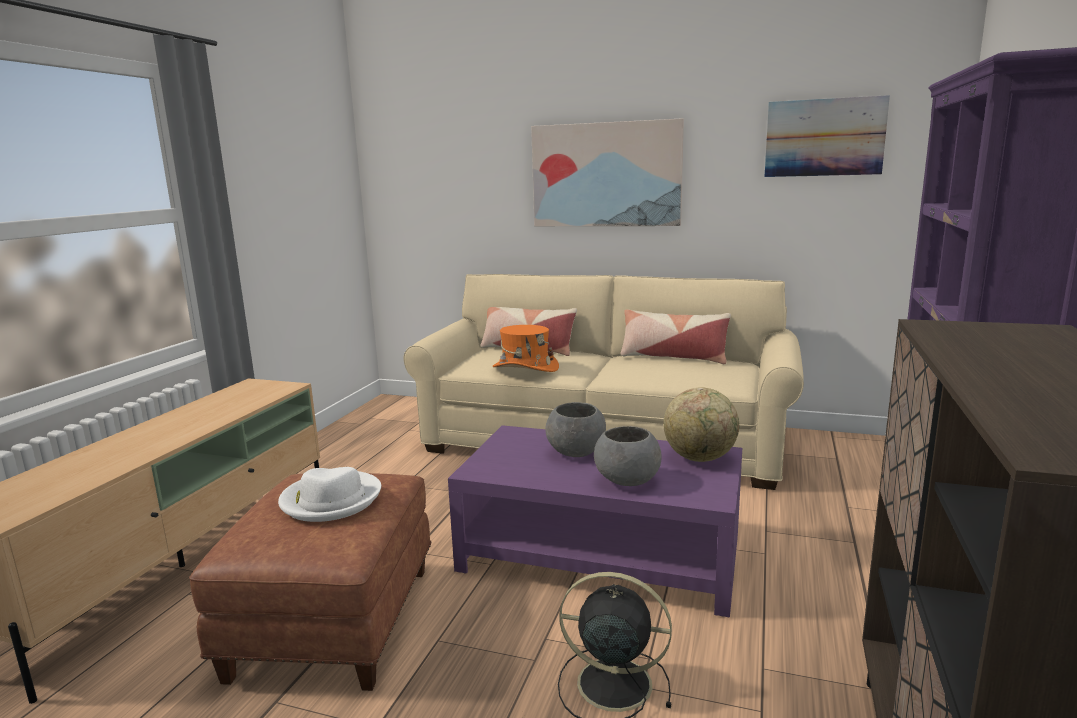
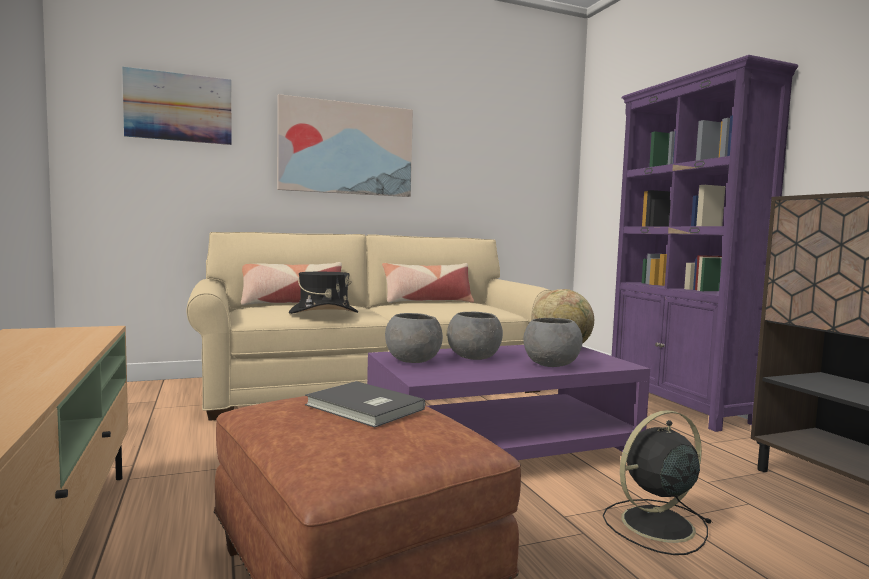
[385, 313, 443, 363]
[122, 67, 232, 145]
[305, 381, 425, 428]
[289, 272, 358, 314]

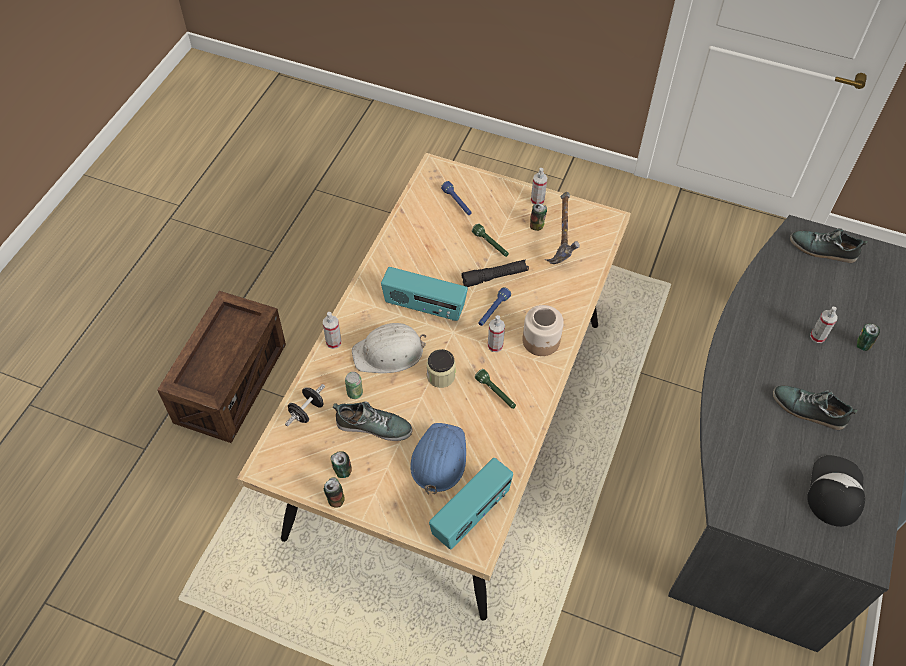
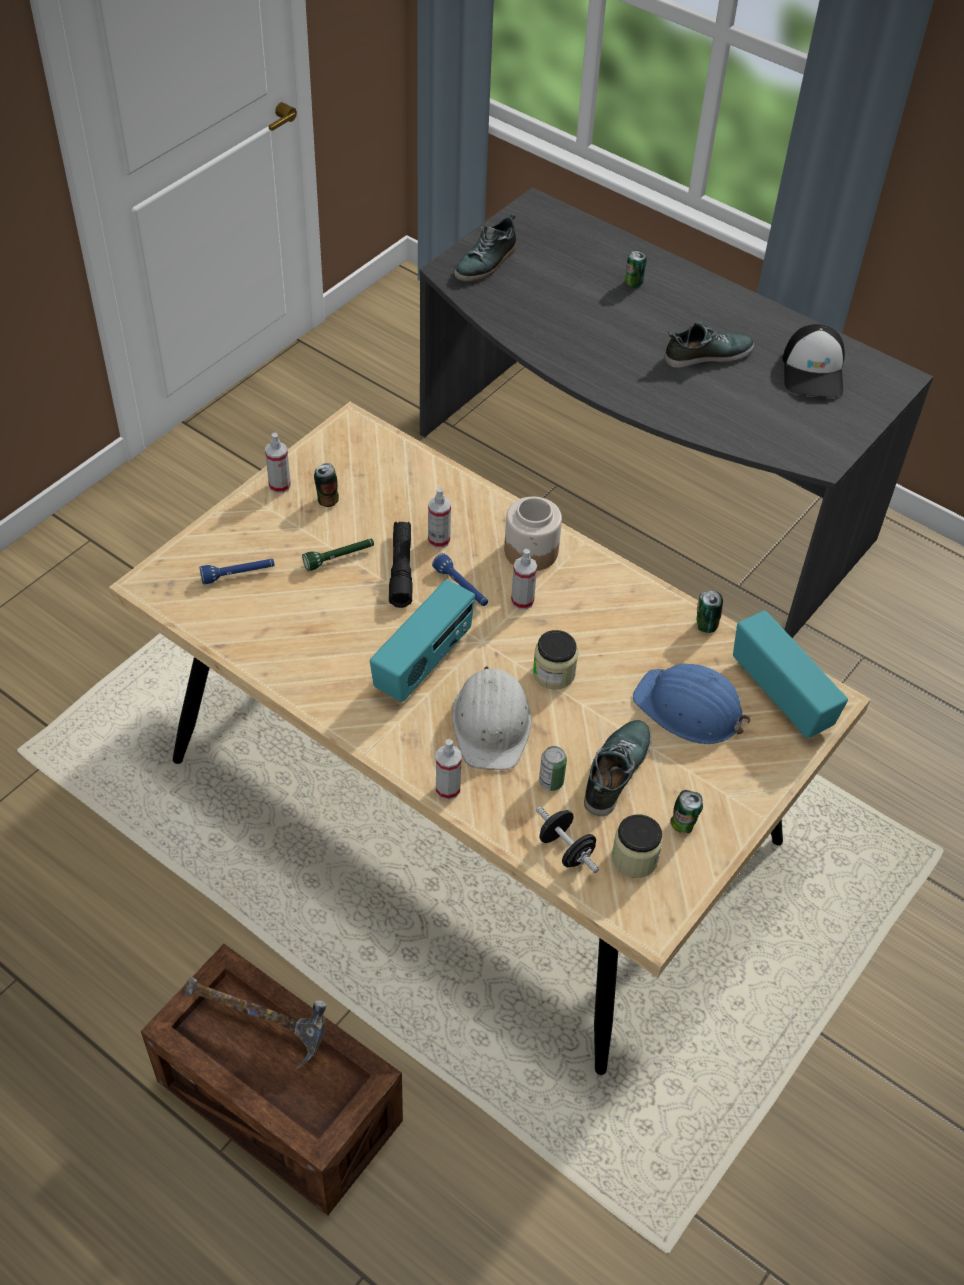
[475, 369, 516, 409] (first image)
[611, 814, 663, 878]
[697, 590, 723, 633]
[184, 977, 326, 1069]
[428, 488, 451, 548]
[665, 322, 754, 368]
[783, 324, 845, 398]

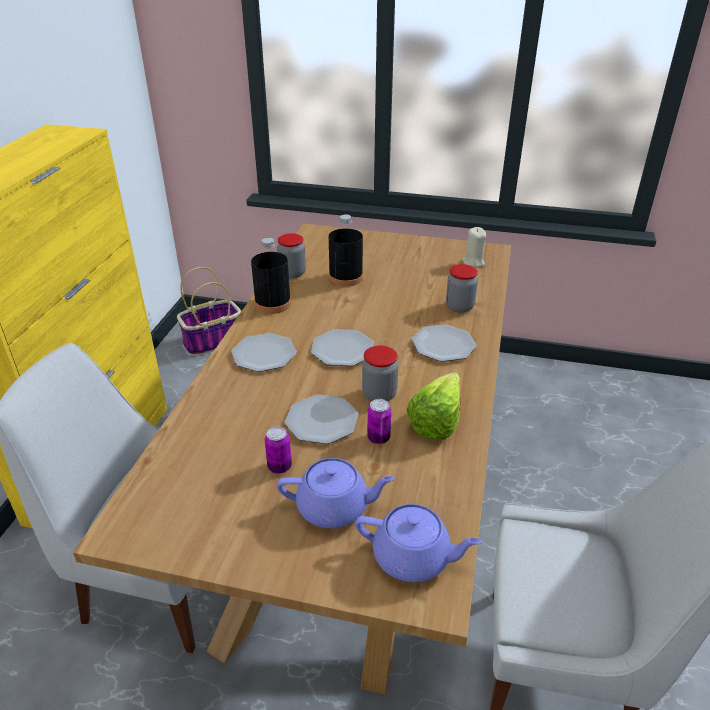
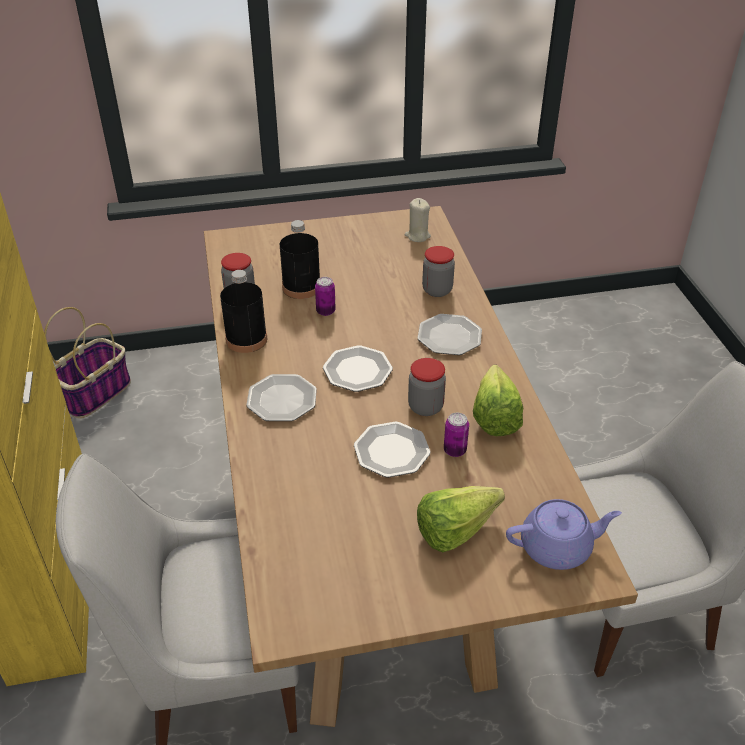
[315, 277, 336, 316]
[417, 486, 505, 553]

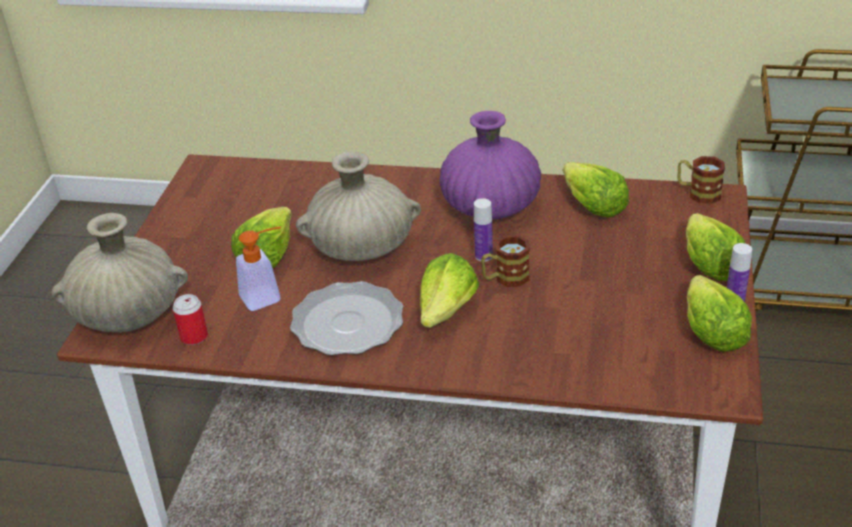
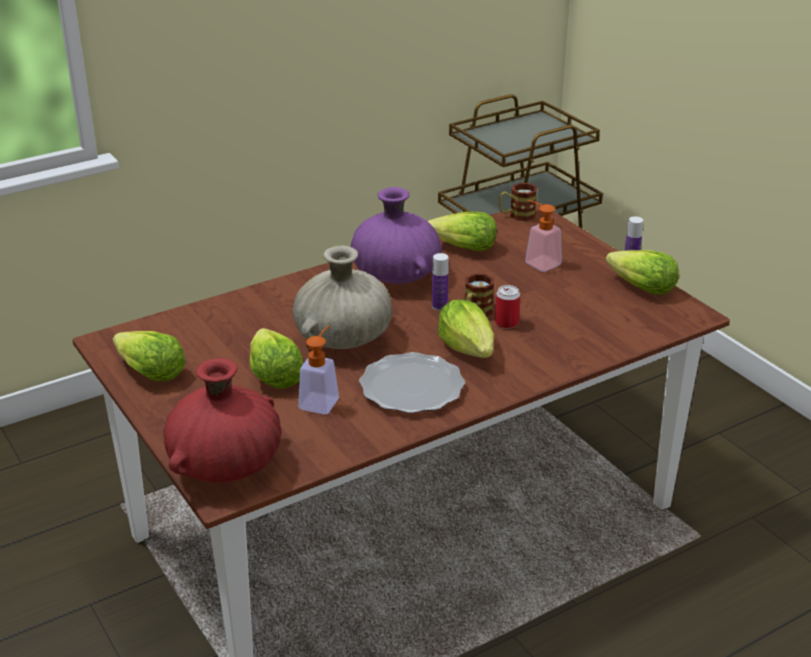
[525, 200, 562, 272]
[495, 285, 520, 329]
[113, 331, 186, 381]
[163, 358, 282, 483]

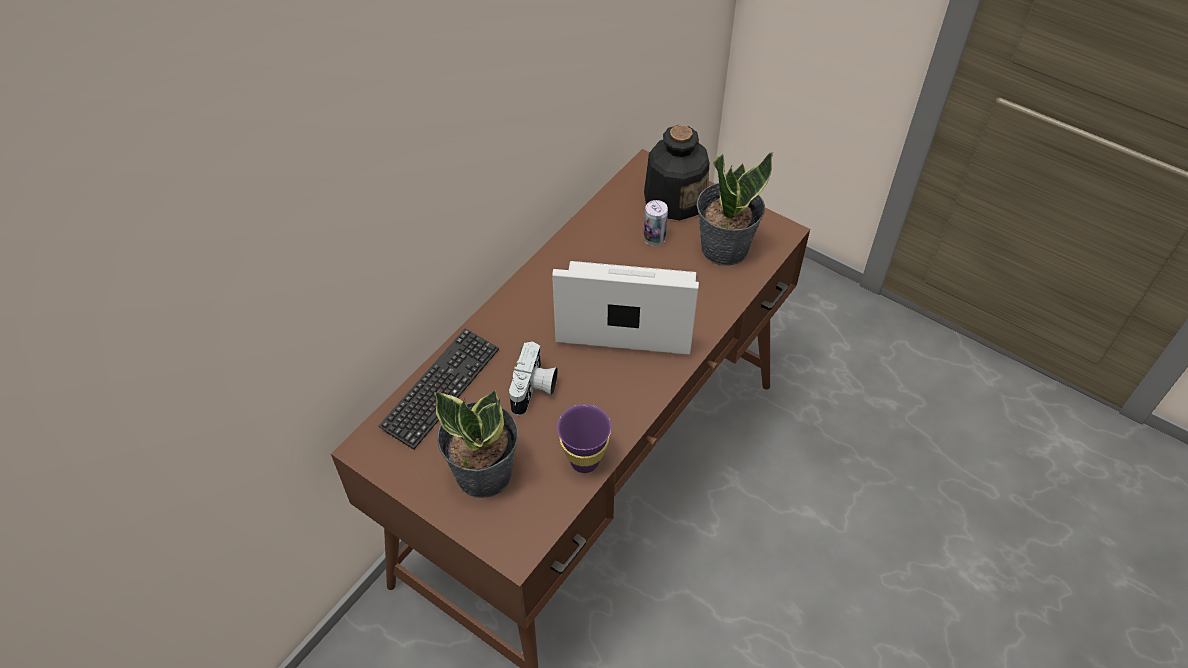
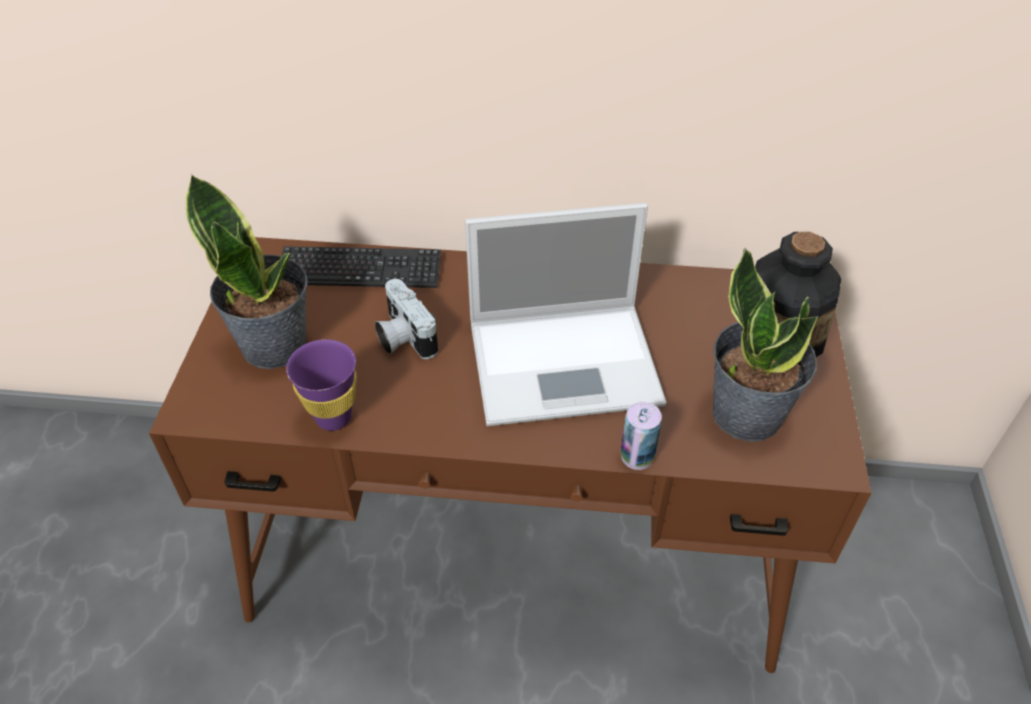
[621, 402, 662, 470]
[375, 279, 438, 359]
[465, 203, 667, 426]

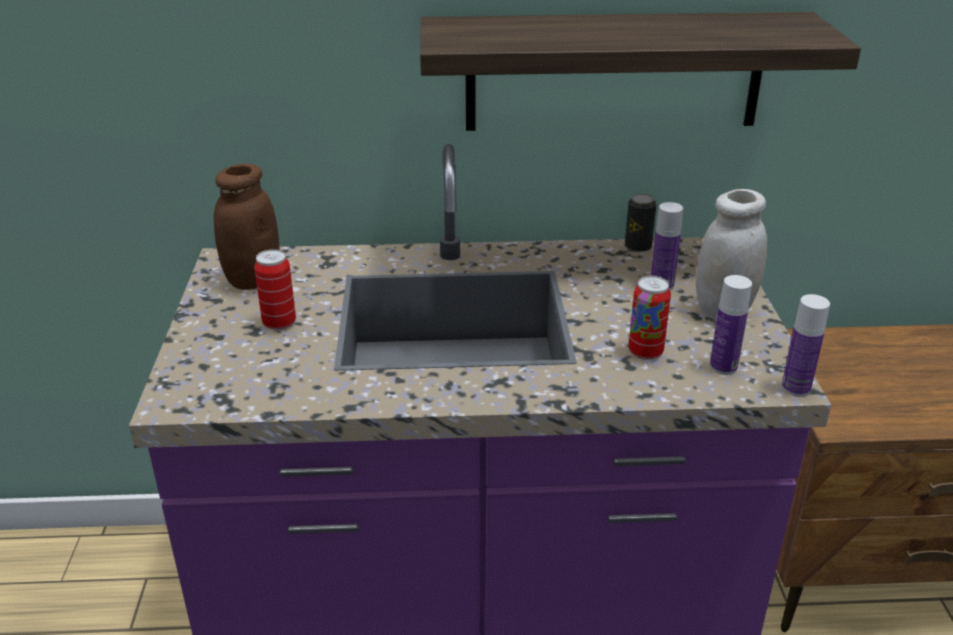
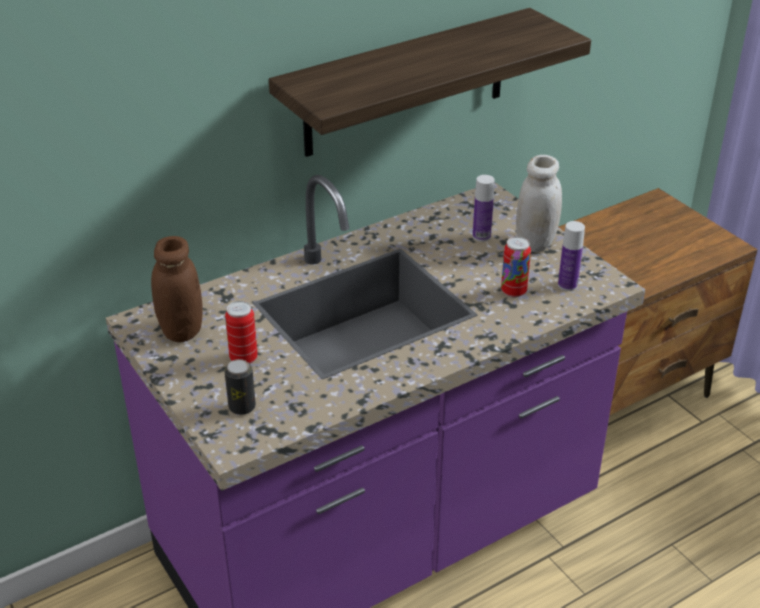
[782, 294, 830, 397] (first image)
[225, 359, 256, 415]

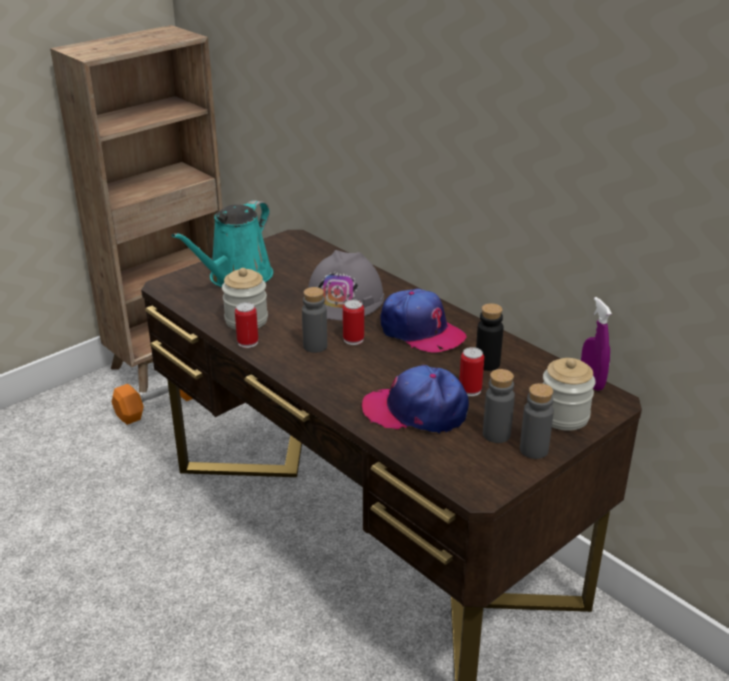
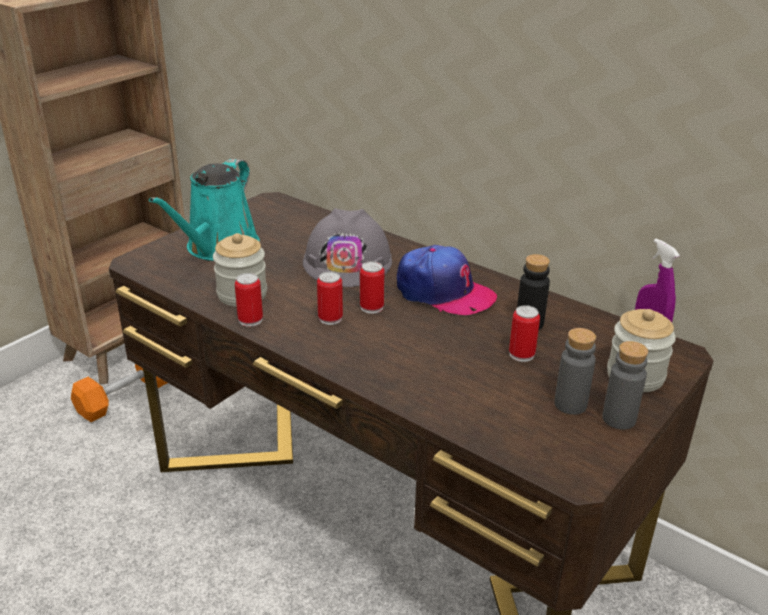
[362, 365, 469, 434] (first image)
[317, 271, 343, 325]

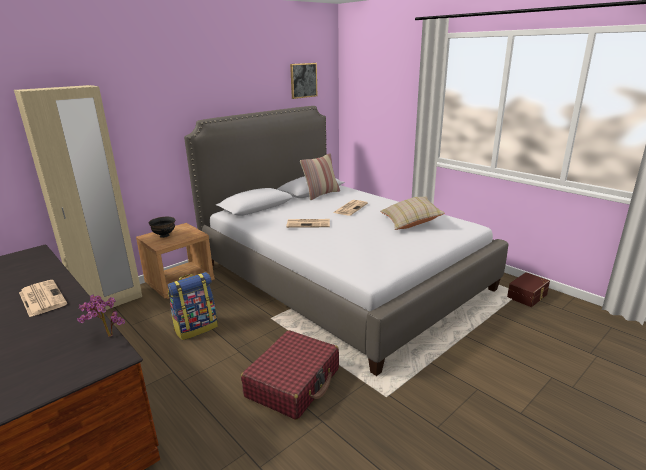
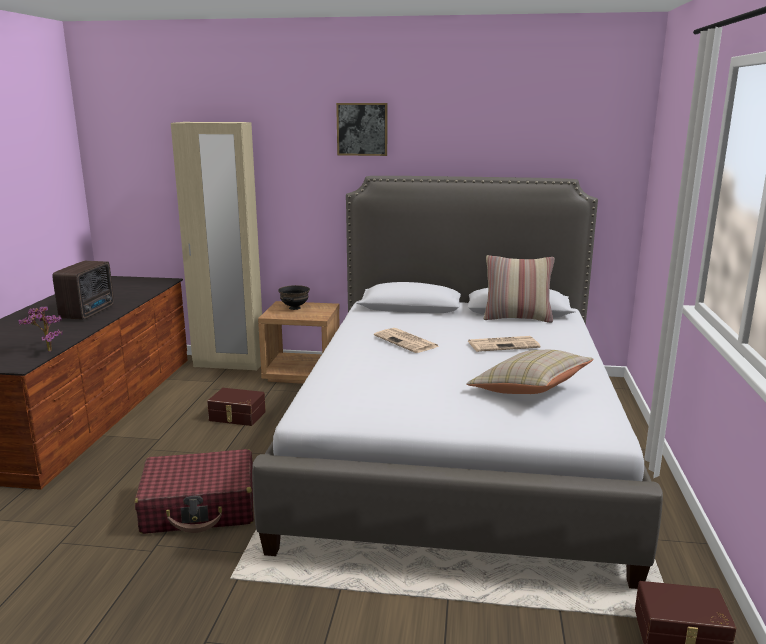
[336, 103, 387, 156]
[52, 261, 114, 320]
[207, 388, 266, 426]

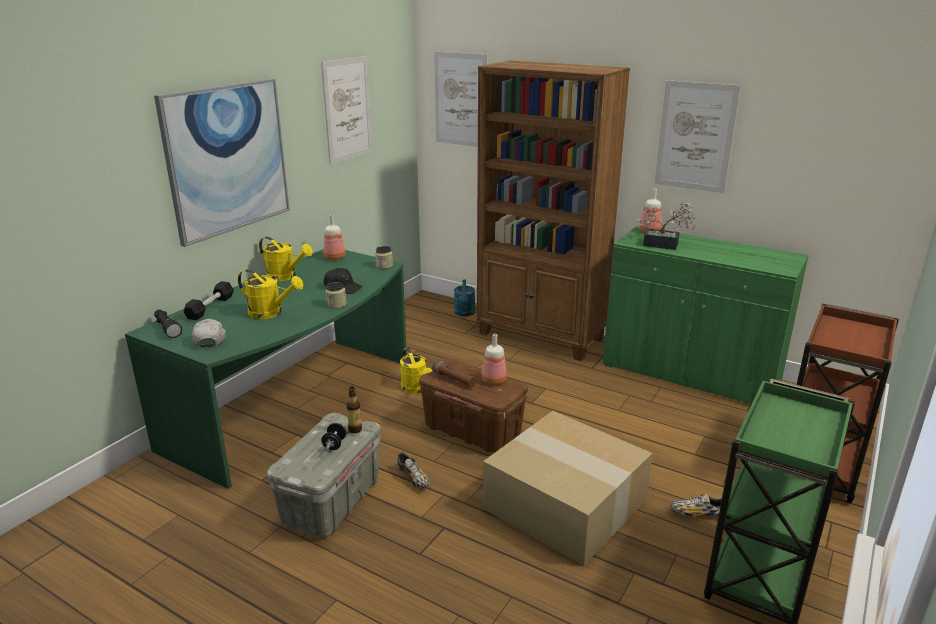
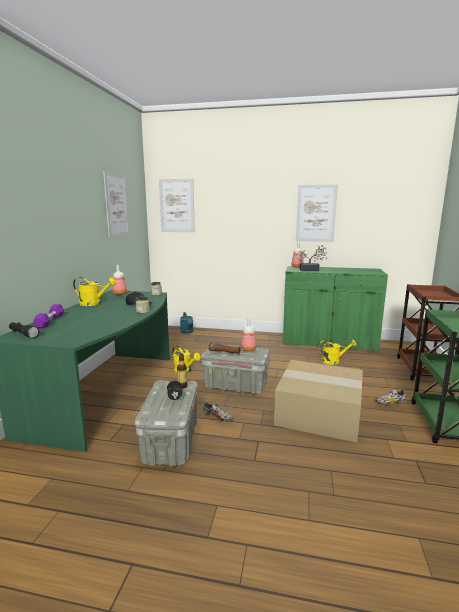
[154, 79, 290, 247] (first image)
[192, 319, 226, 348] (first image)
[477, 61, 630, 361] (first image)
[318, 340, 357, 365]
[33, 304, 64, 328]
[201, 345, 270, 395]

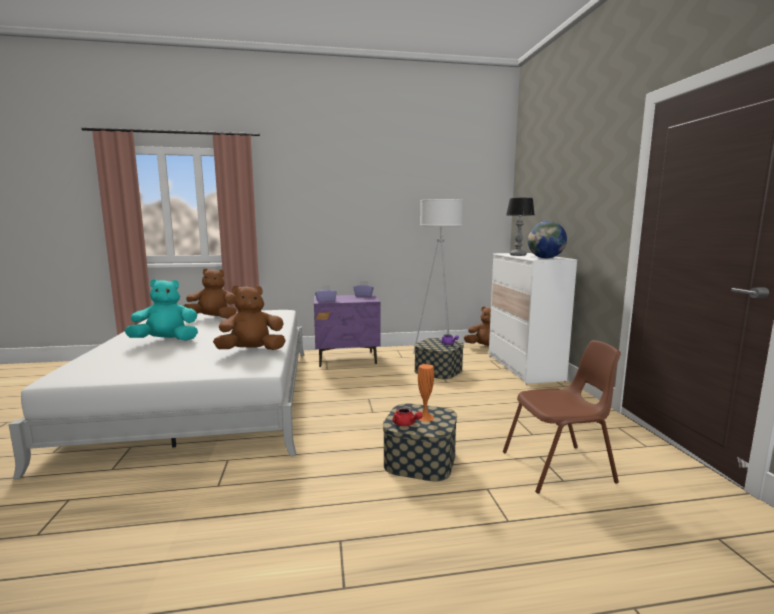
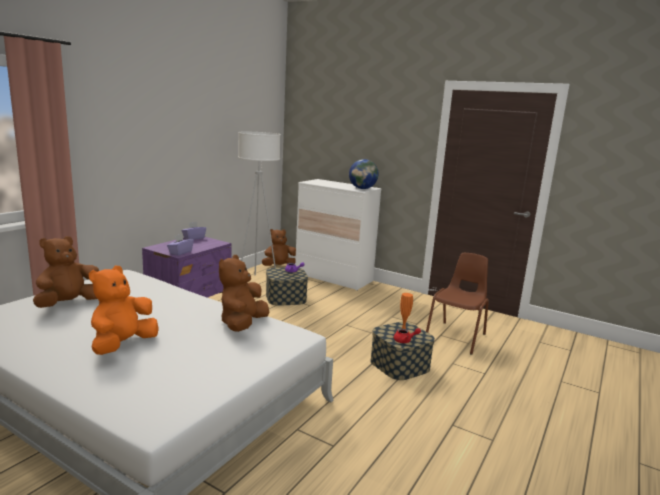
[506, 198, 534, 256] (first image)
[89, 266, 159, 355]

